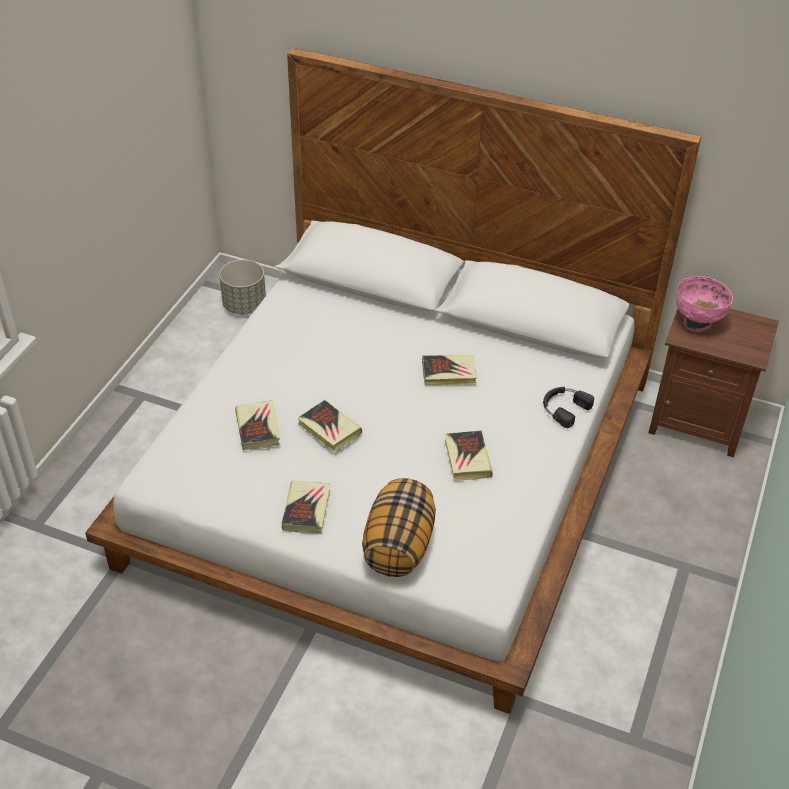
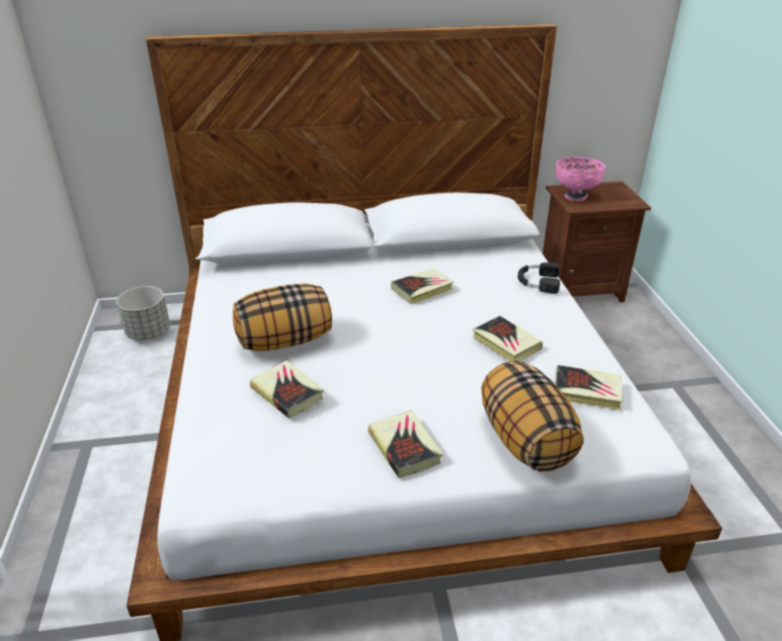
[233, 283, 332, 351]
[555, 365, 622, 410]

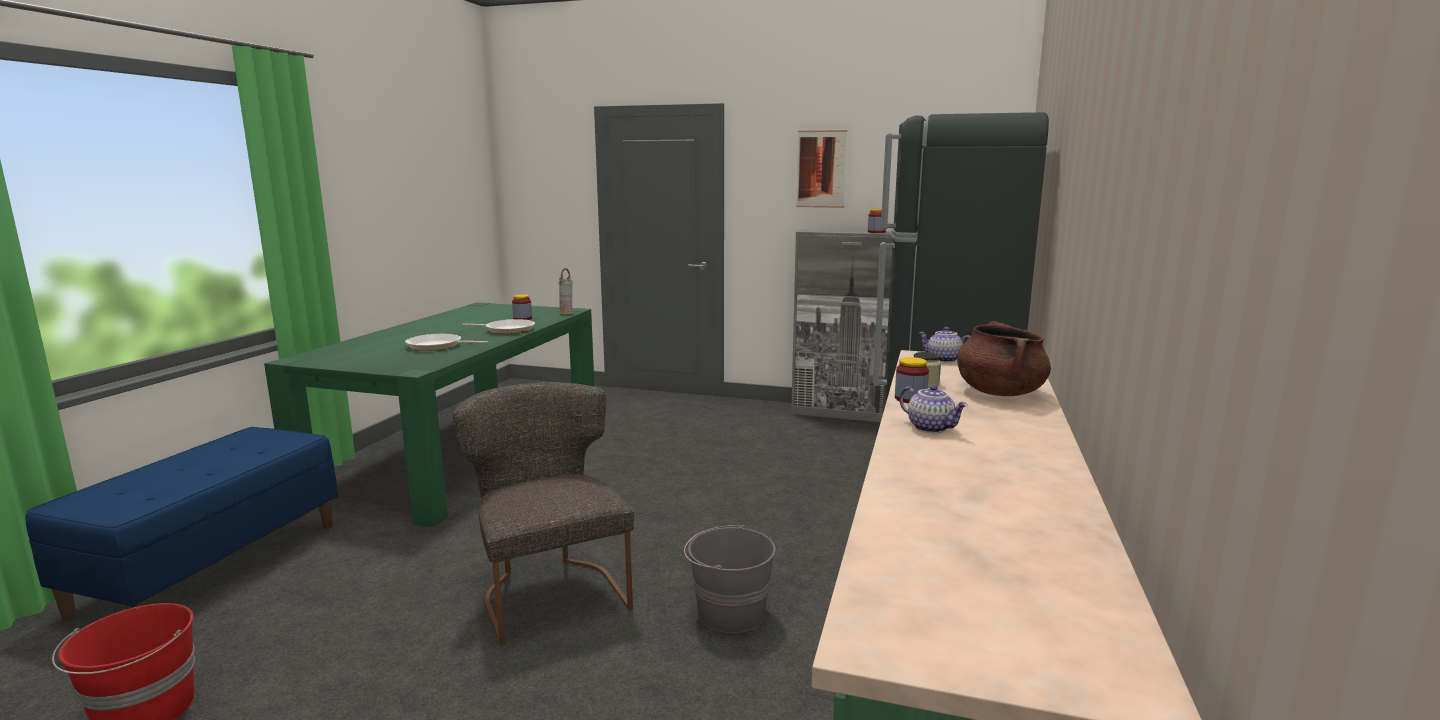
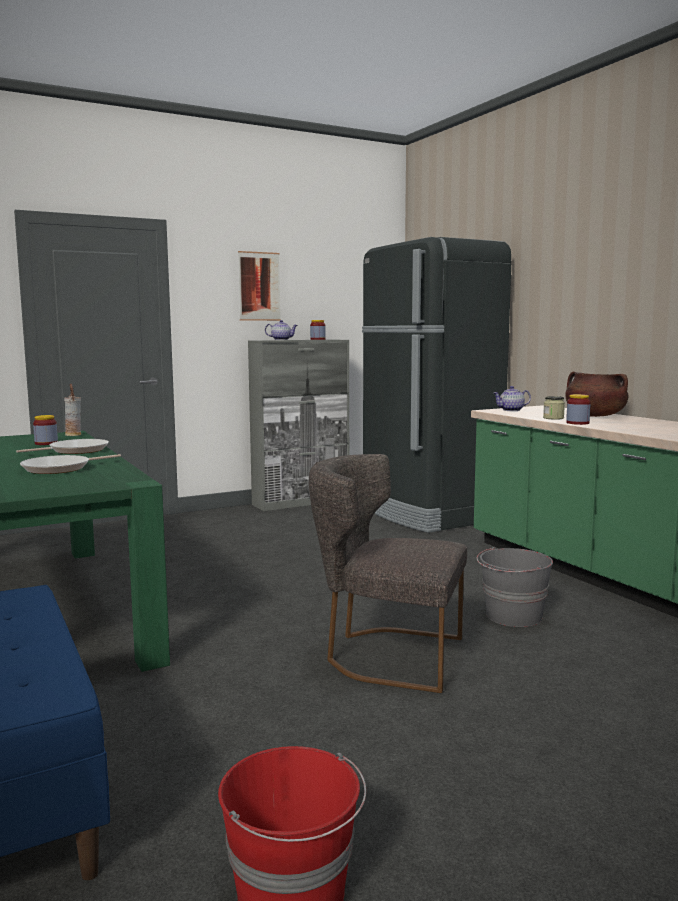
[265, 320, 298, 340]

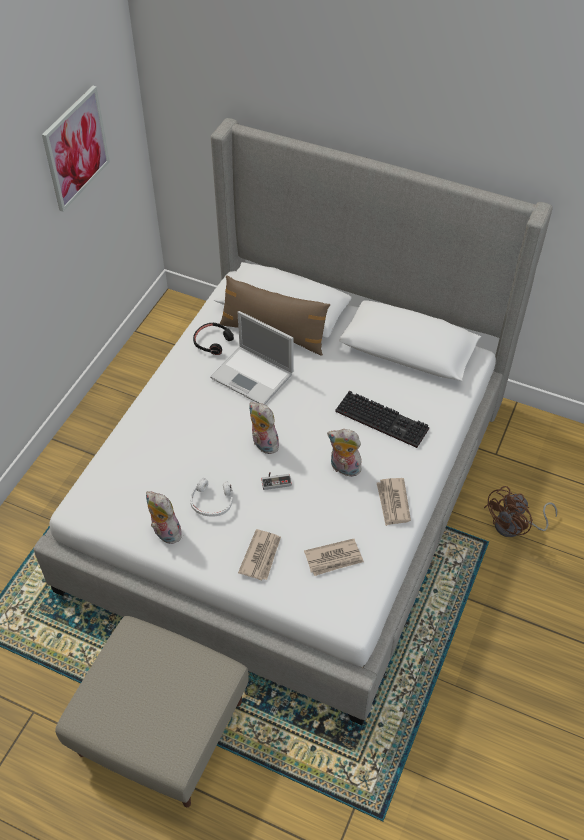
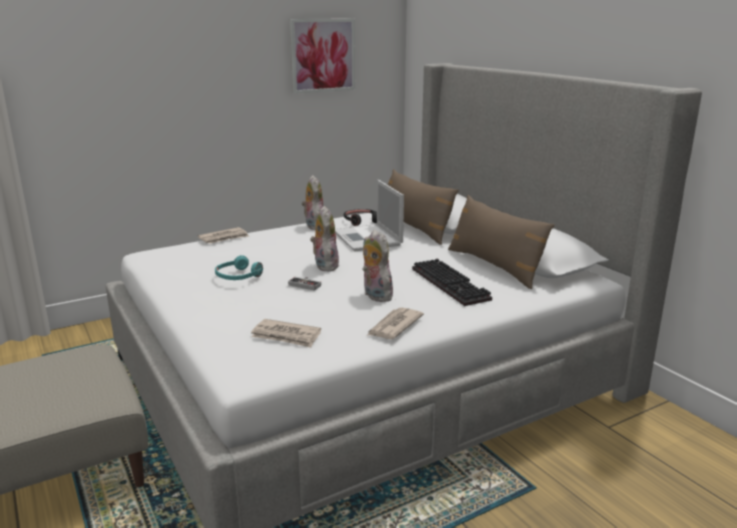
[484, 486, 557, 537] (first image)
[448, 195, 555, 289]
[302, 175, 323, 230]
[197, 227, 249, 244]
[215, 255, 263, 280]

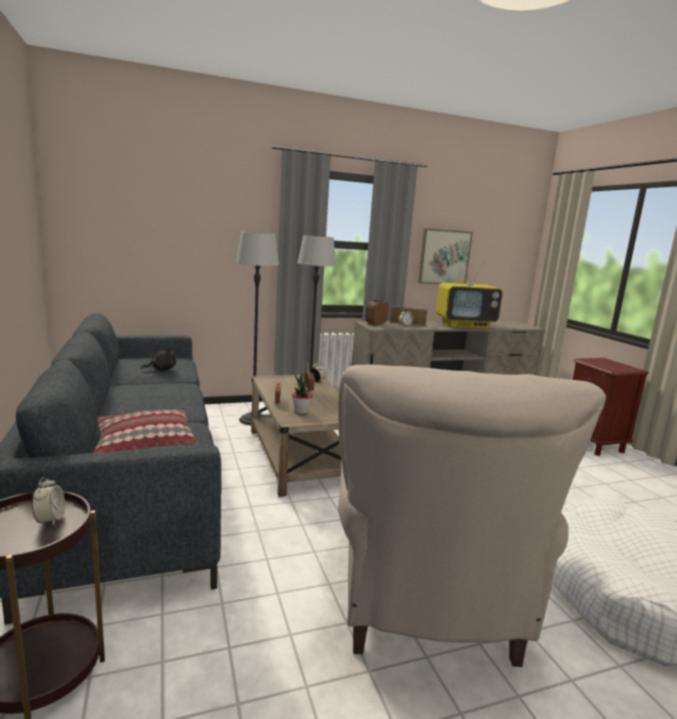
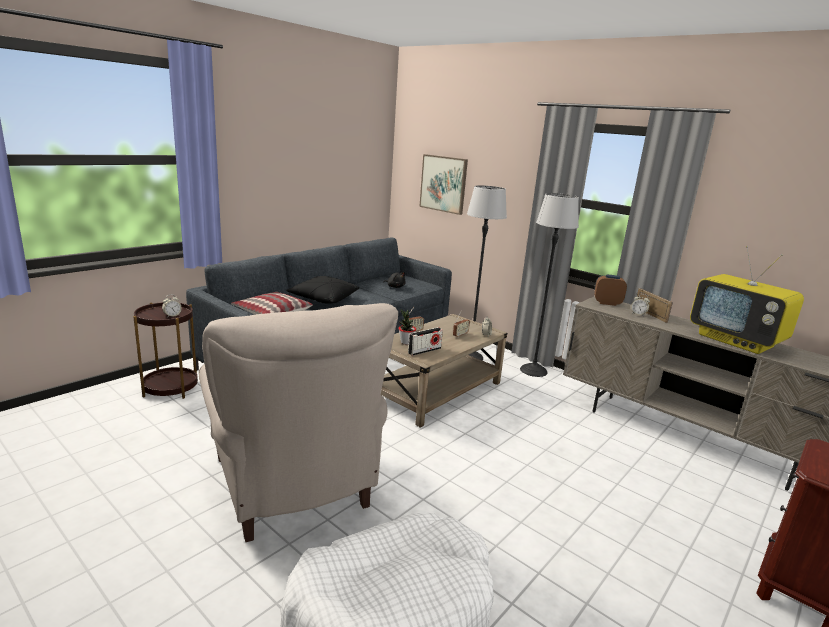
[286, 276, 359, 304]
[408, 327, 443, 356]
[419, 154, 468, 215]
[199, 303, 398, 542]

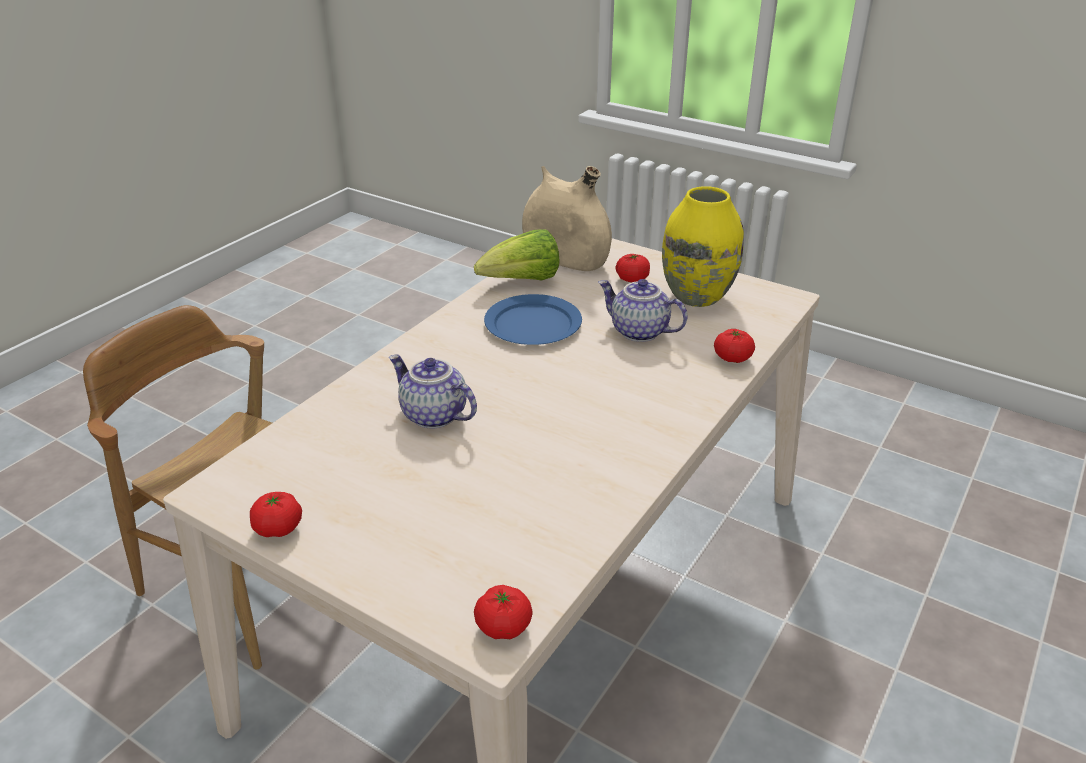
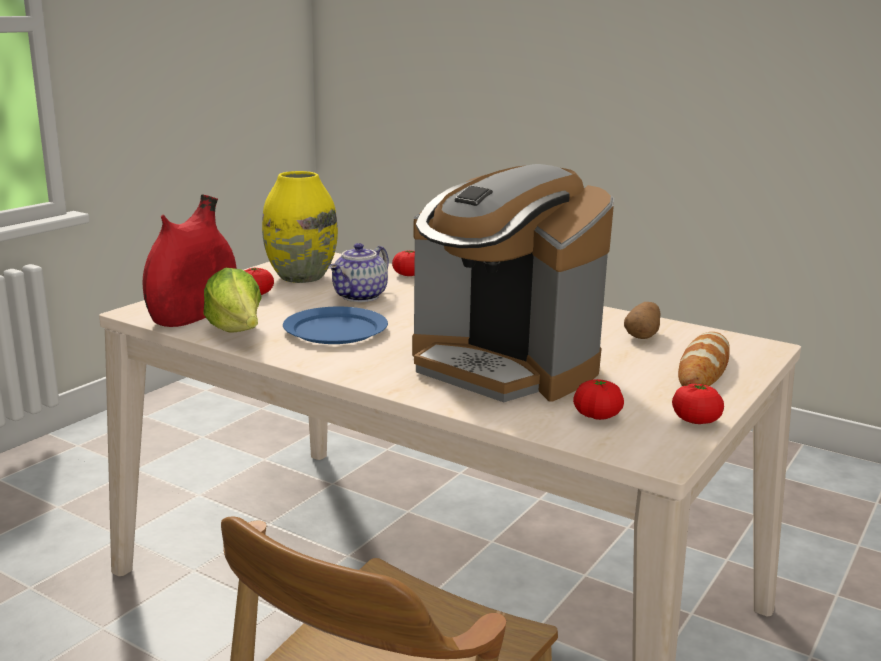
[624, 302, 660, 339]
[678, 332, 730, 386]
[573, 379, 624, 420]
[412, 164, 614, 402]
[143, 195, 237, 327]

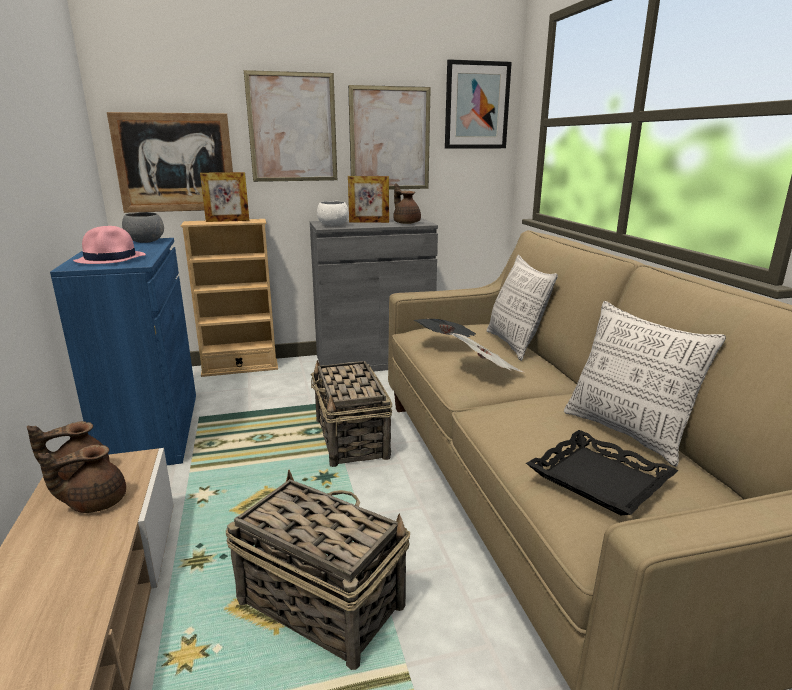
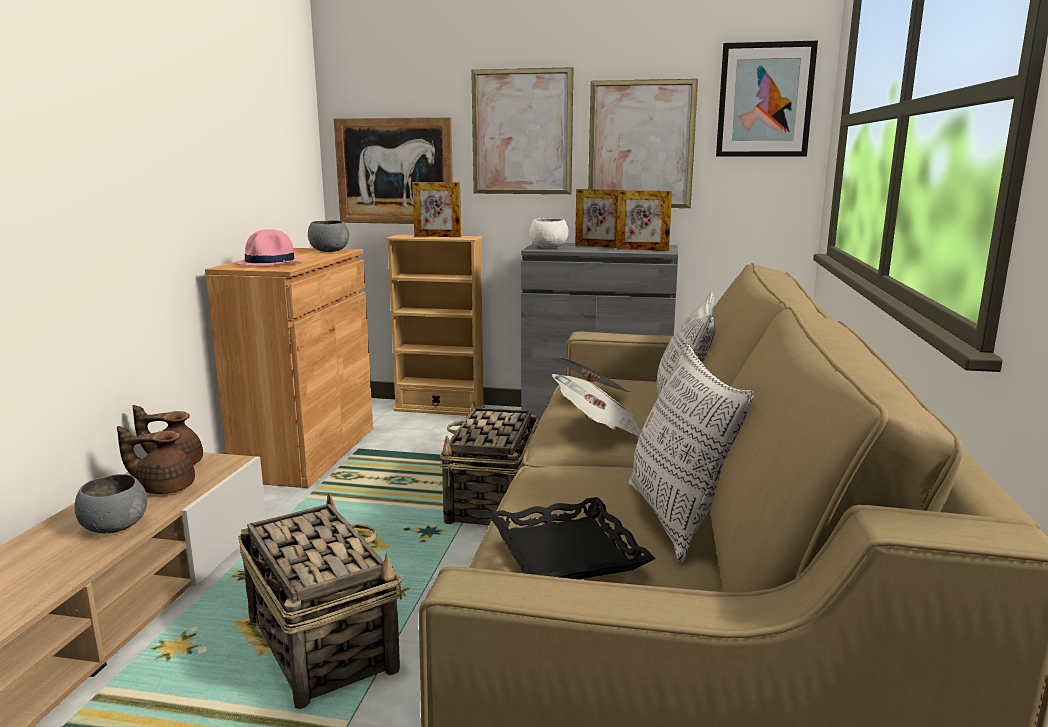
[75, 474, 147, 533]
[616, 190, 672, 251]
[205, 248, 373, 488]

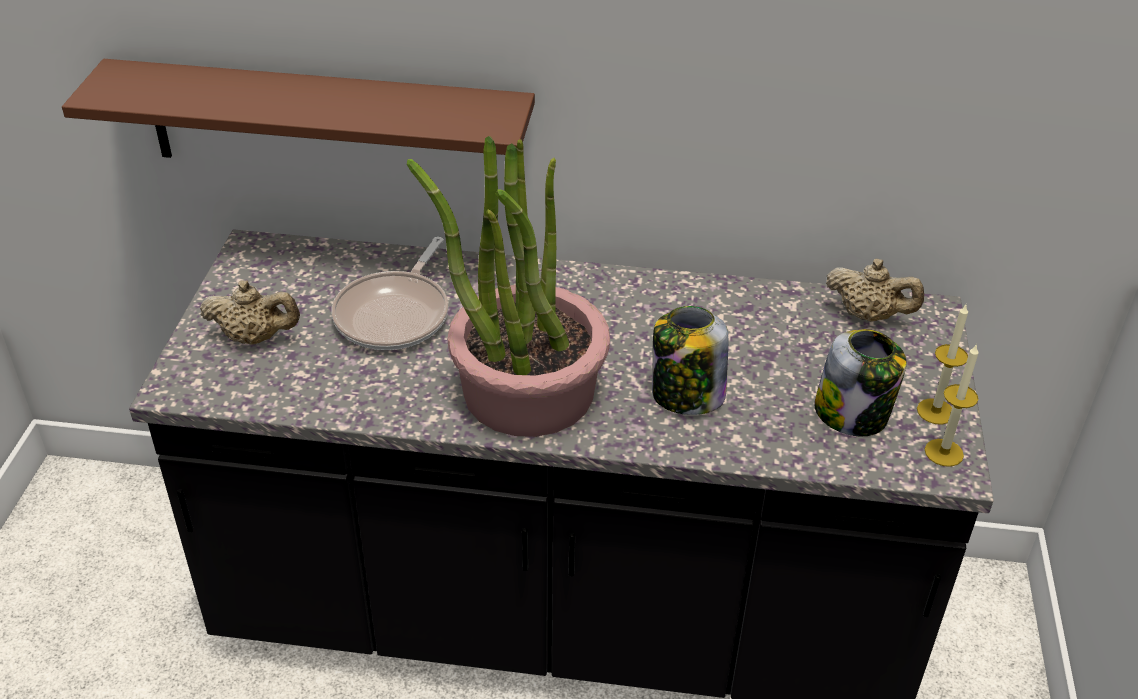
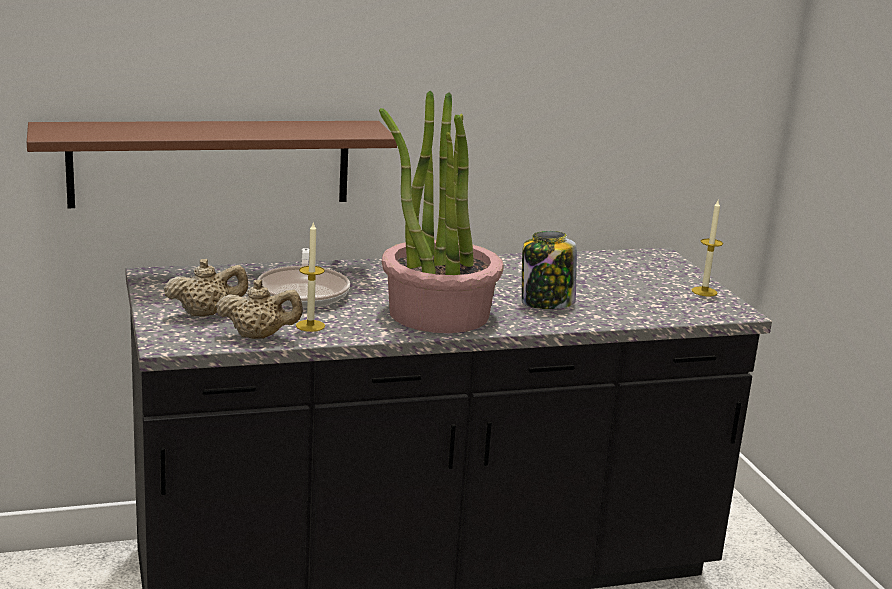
[814, 329, 907, 436] (first image)
[216, 280, 303, 339]
[296, 223, 325, 332]

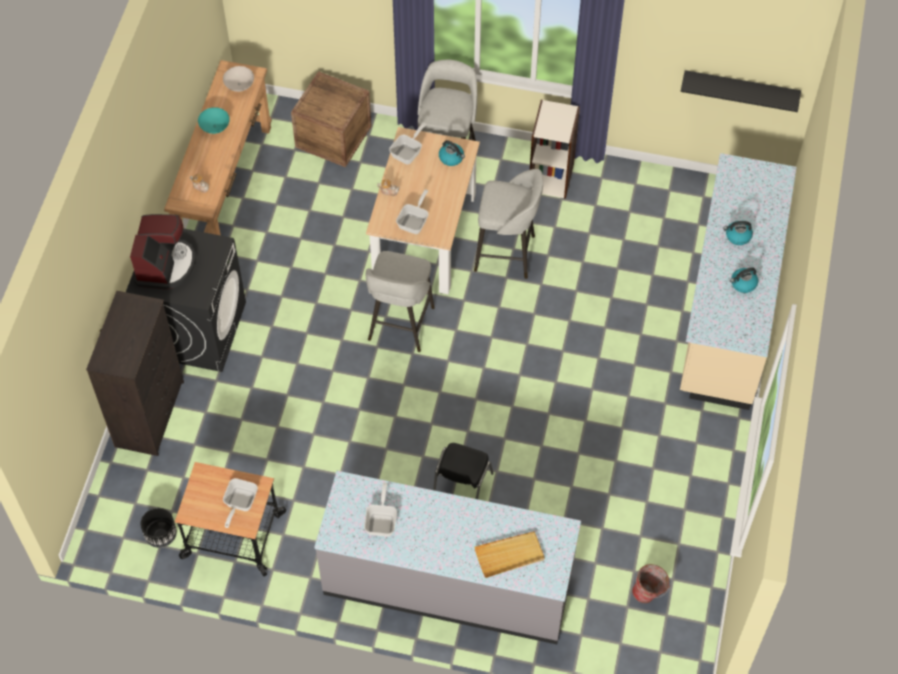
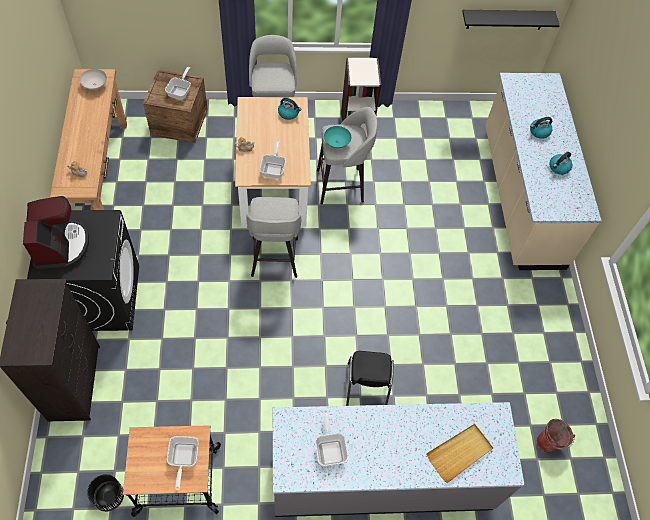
[324, 126, 351, 149]
[165, 67, 191, 100]

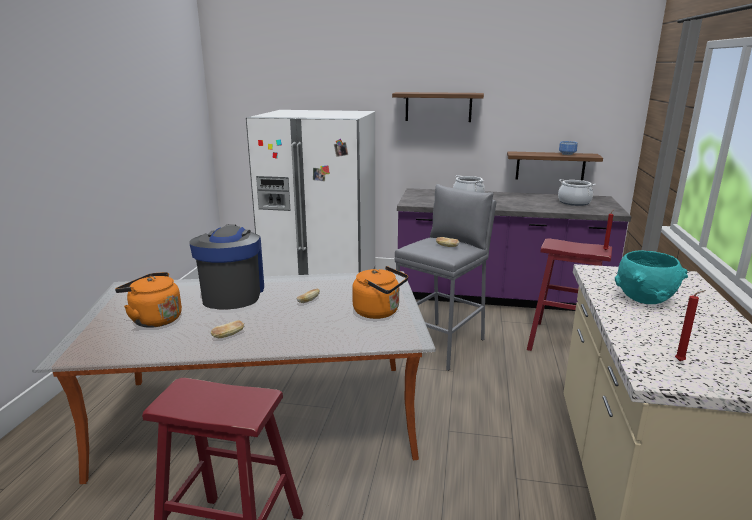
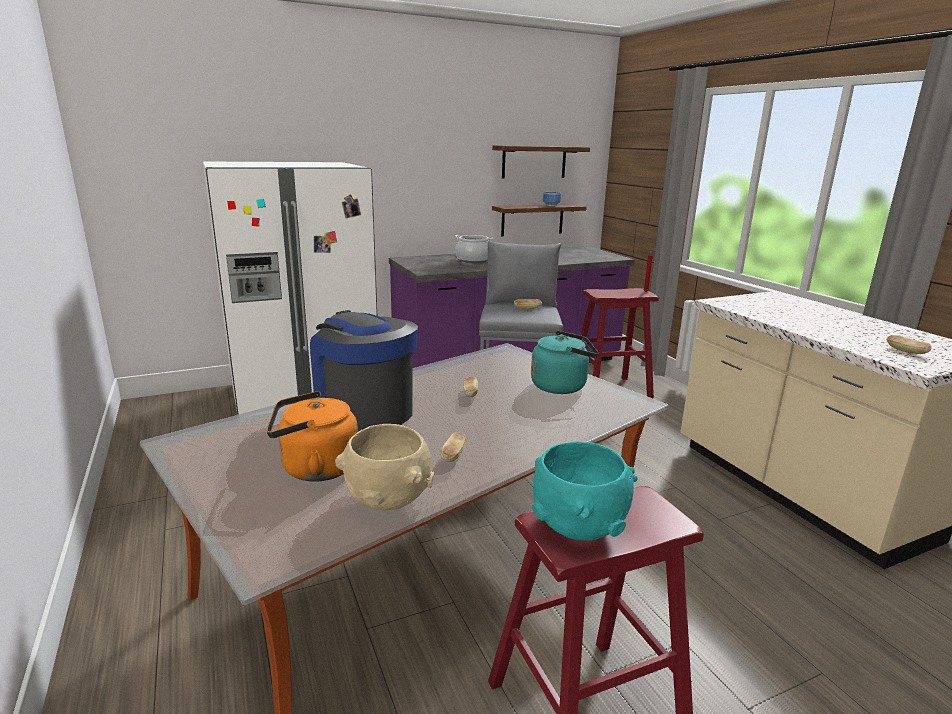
[558, 179, 596, 206] (first image)
[335, 424, 435, 510]
[492, 145, 590, 178]
[532, 442, 638, 541]
[887, 335, 931, 354]
[531, 331, 599, 394]

